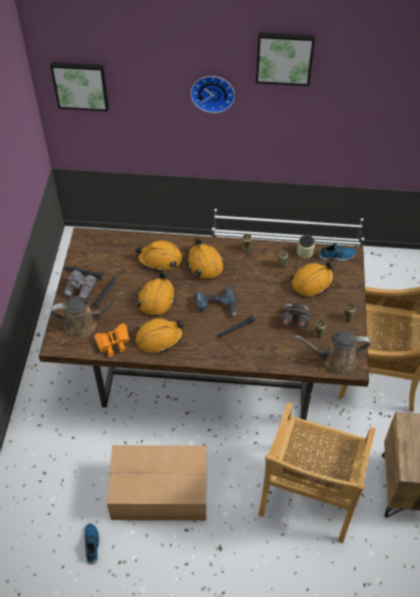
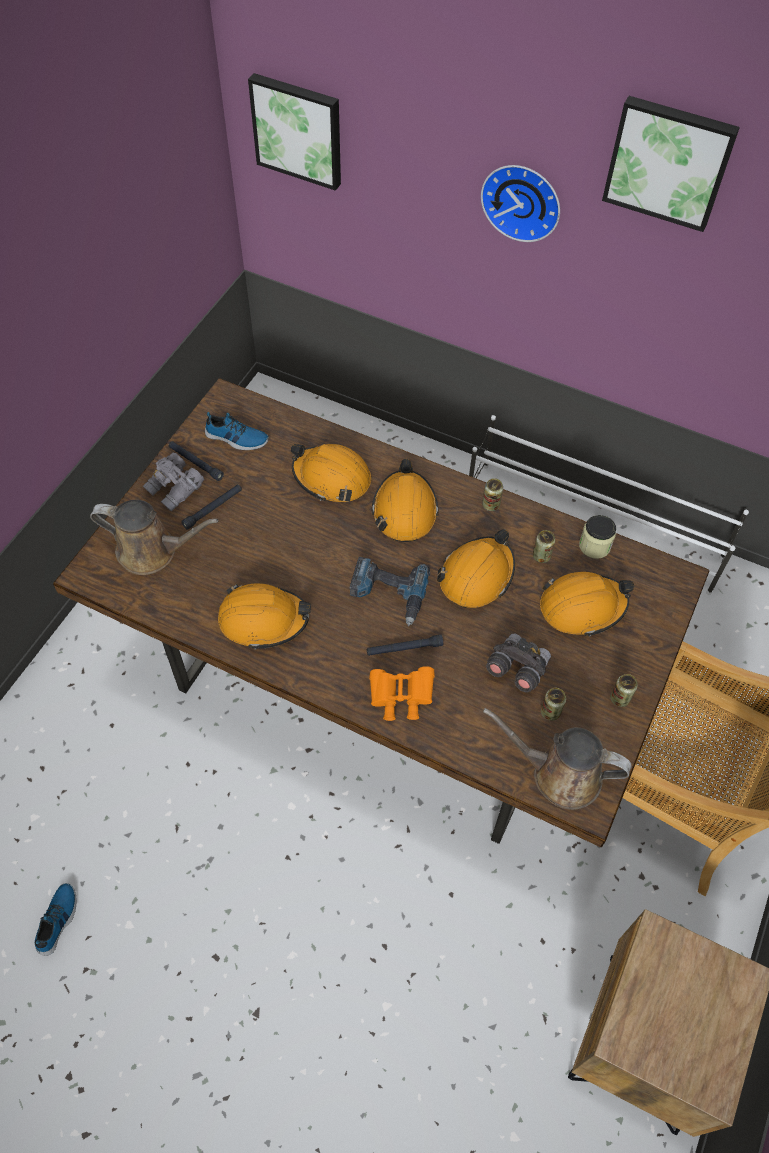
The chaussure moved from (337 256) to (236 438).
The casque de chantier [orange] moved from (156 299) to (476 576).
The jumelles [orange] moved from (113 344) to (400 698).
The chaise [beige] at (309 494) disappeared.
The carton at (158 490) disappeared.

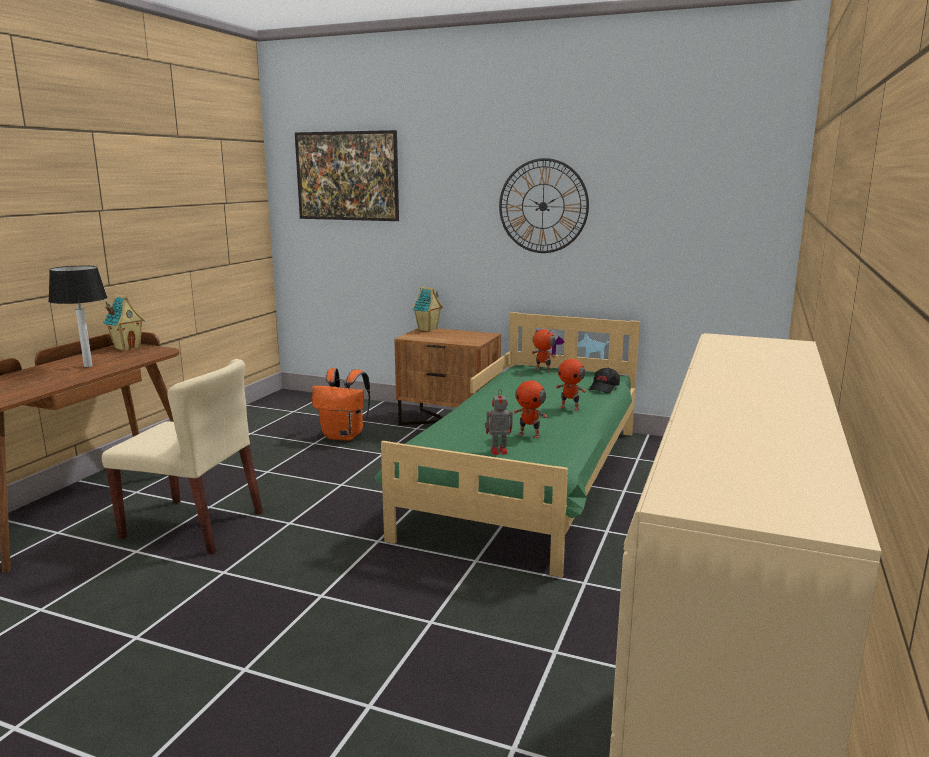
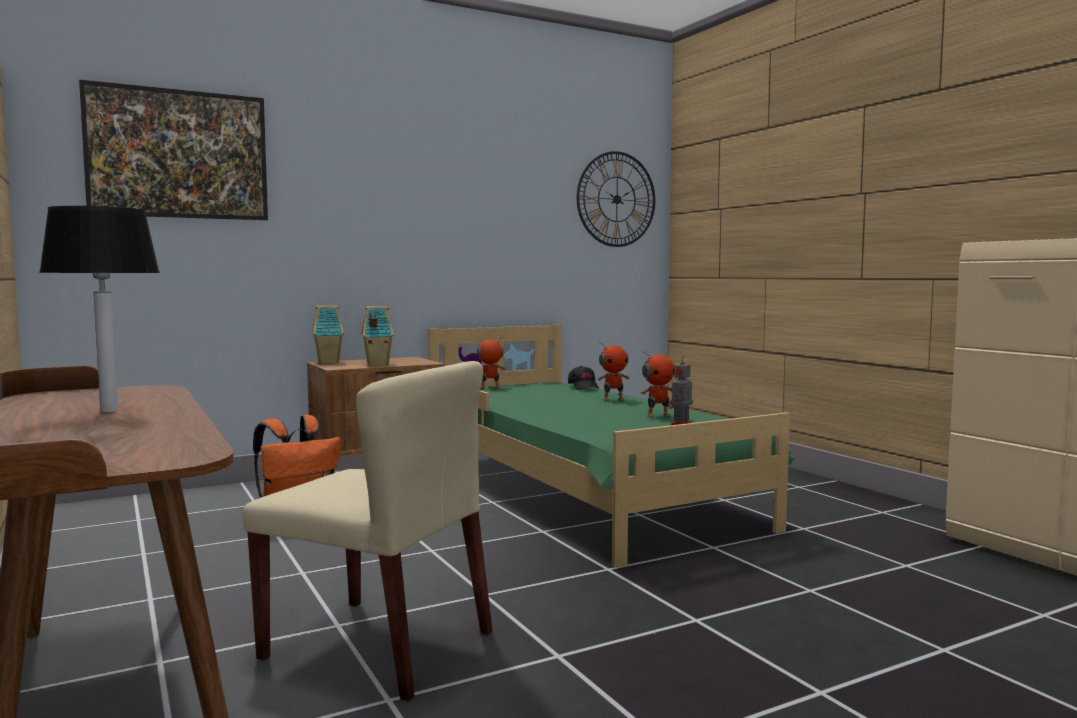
The horloge murale moved from (543 206) to (616 199).
The maison miniature moved from (127 347) to (377 364).
The chaise [beige] at (194 525) turned 60 degrees clockwise.

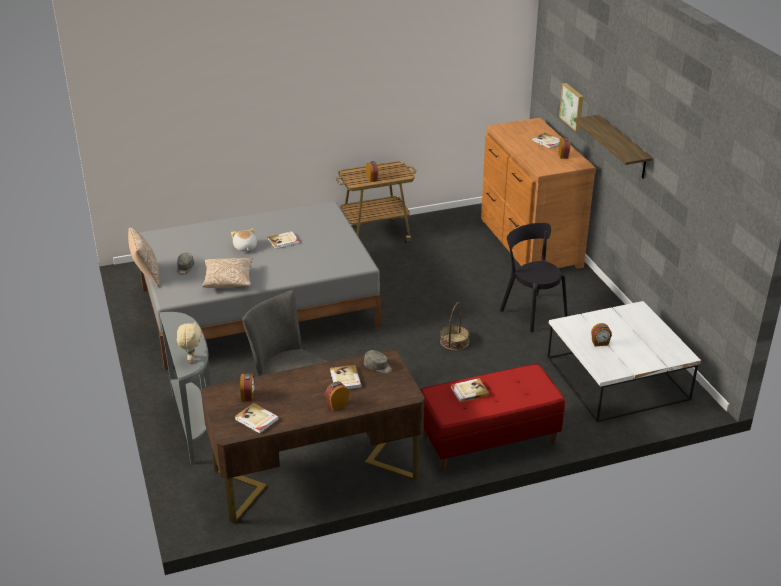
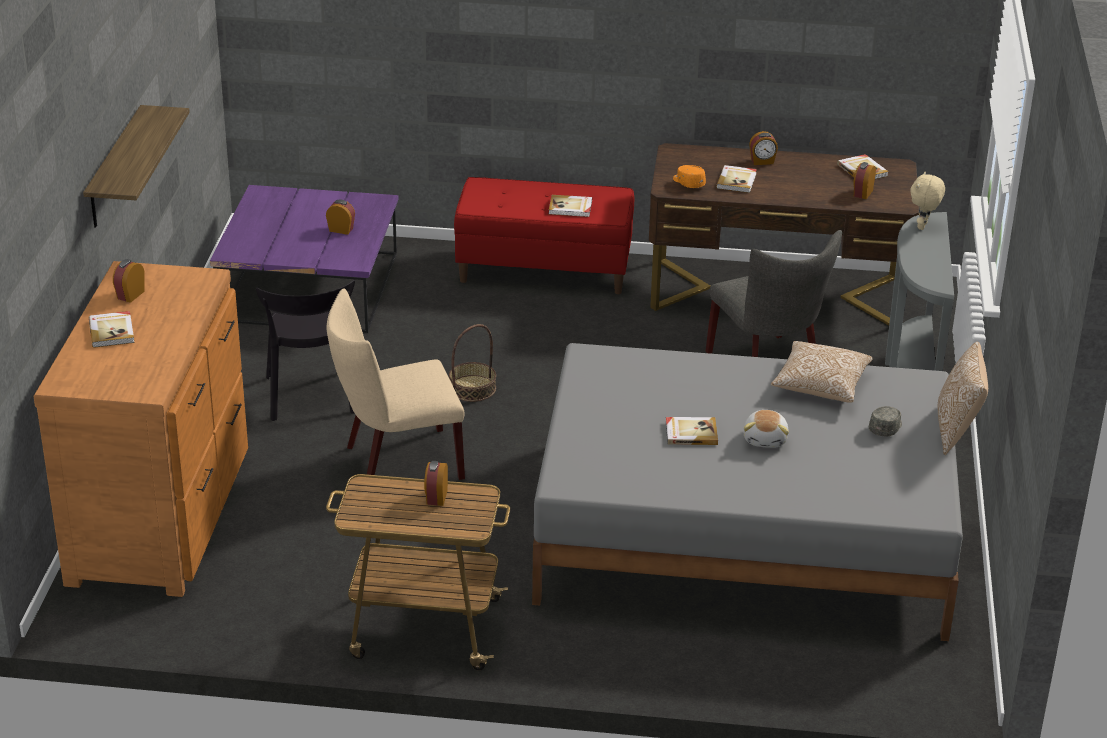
The tableau at (573 106) disappeared.
The table basse [blanc] at (617 377) became the table basse [violet] at (308 287).
The casquette [gris] at (378 367) became the casquette [orange] at (688 183).
The chaise [beige] at (396 462) appeared.

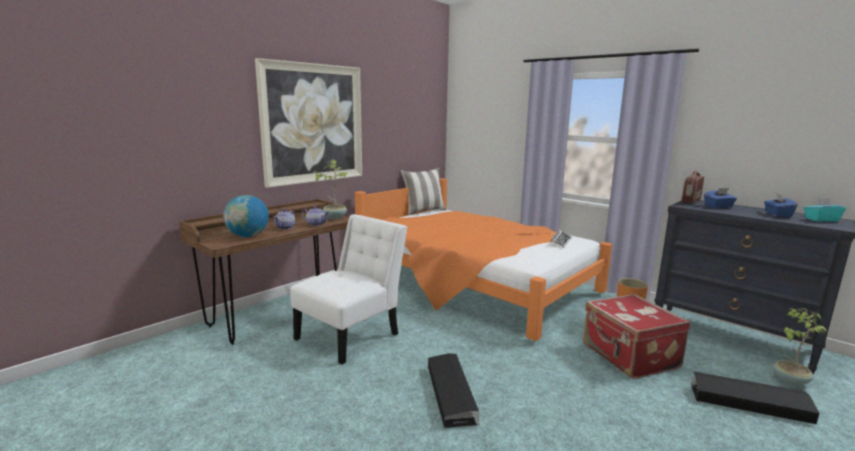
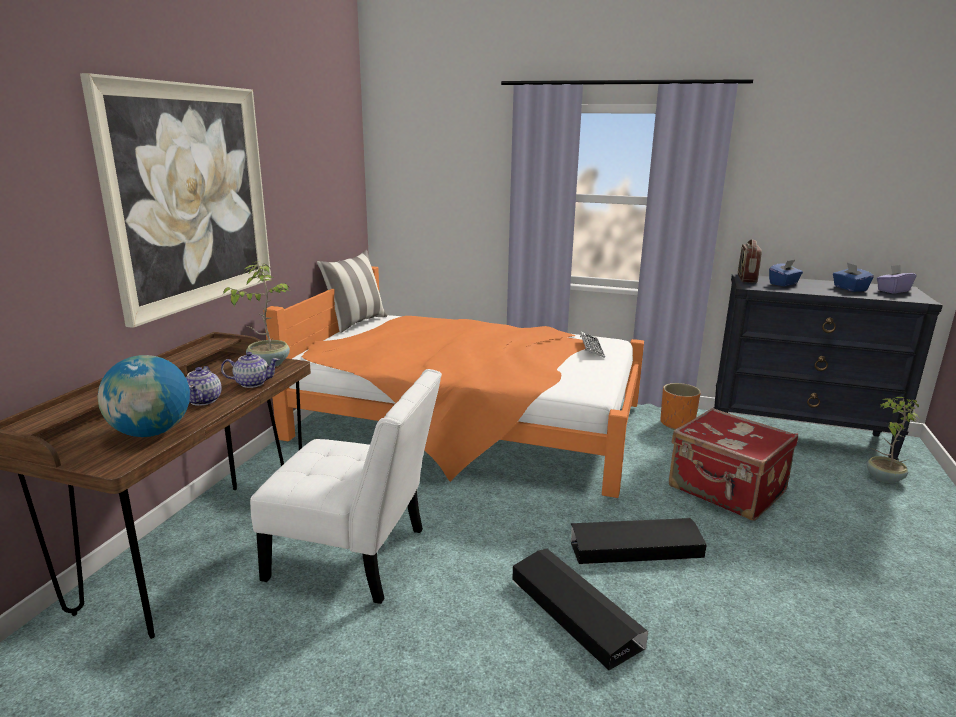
The boîte à mouchoirs [turquoise] at (821 220) became the boîte à mouchoirs [violet] at (892 291).
The chaise [blanc] at (351 334) turned 90 degrees clockwise.
The boîte de rangement [noir] moved from (748 402) to (634 548).

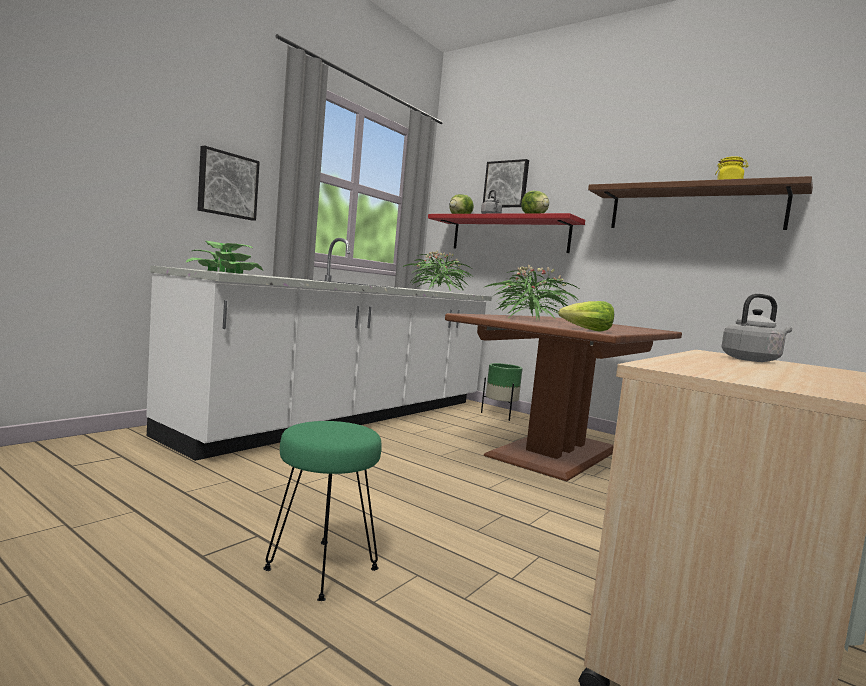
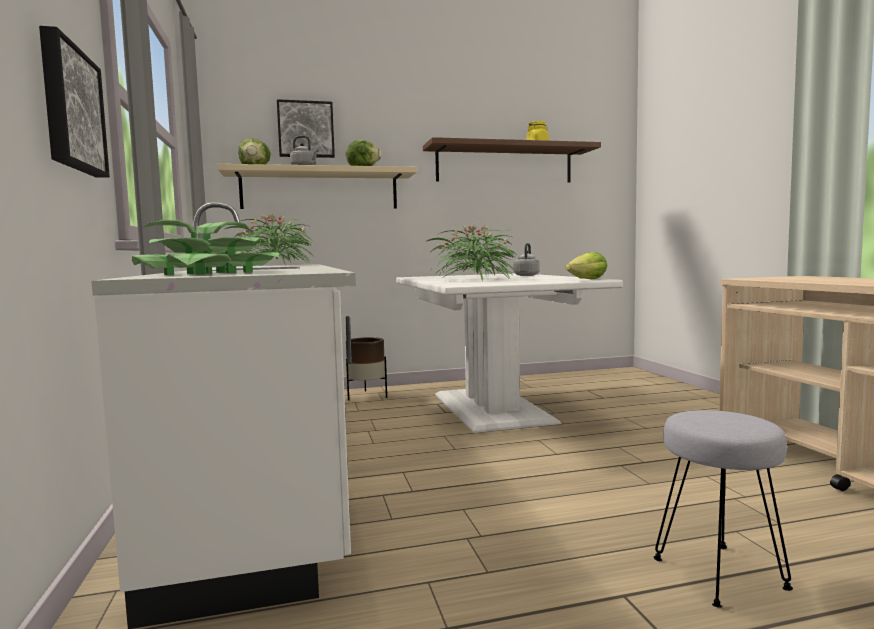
The étagère [rouge] at (509 235) became the étagère [beige] at (320 190).
The bouilloire [gris] moved from (752 360) to (527 275).
The table à manger [marron] at (557 453) became the table à manger [blanc] at (493 407).
The cache-pot [vert] at (500 415) became the cache-pot [marron] at (367 396).
The tabouret [vert] at (321 568) became the tabouret [gris] at (717 574).

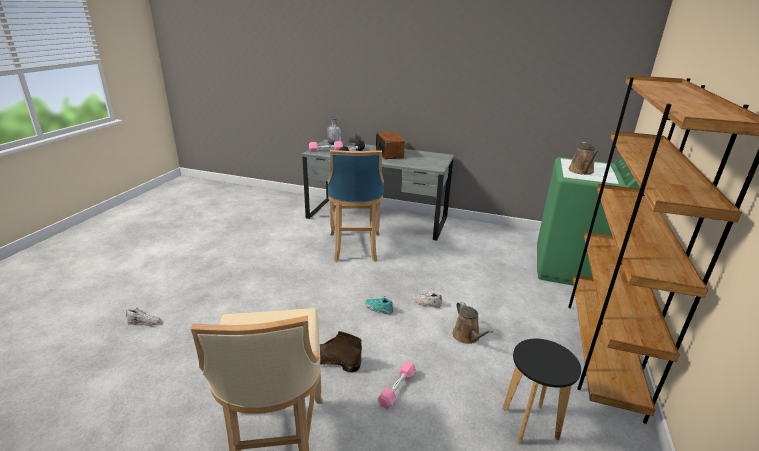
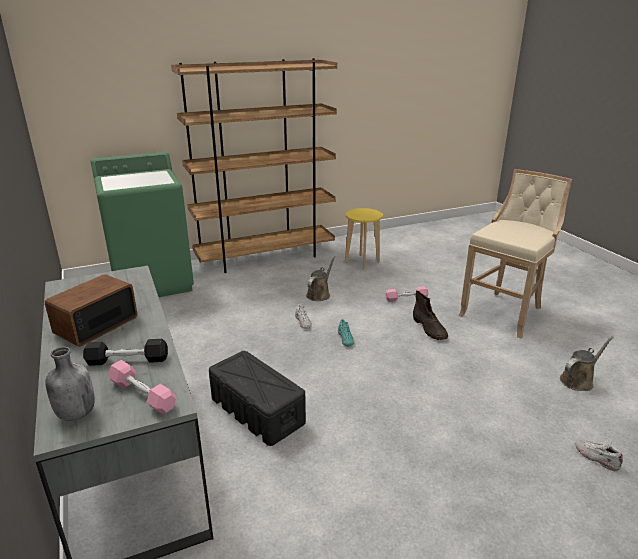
The arrosoir [marron] moved from (581 171) to (578 380).
The tabouret [bleu] at (355 248) was replaced by the boîte de rangement [noir] at (258 411).
The tabouret [noir] at (530 424) became the tabouret [jaune] at (362 262).

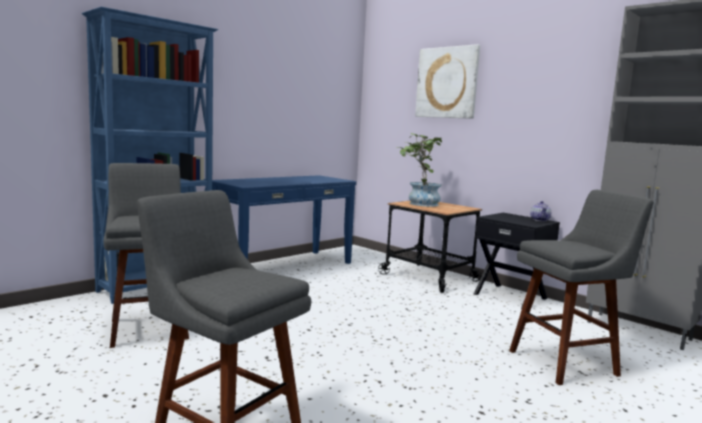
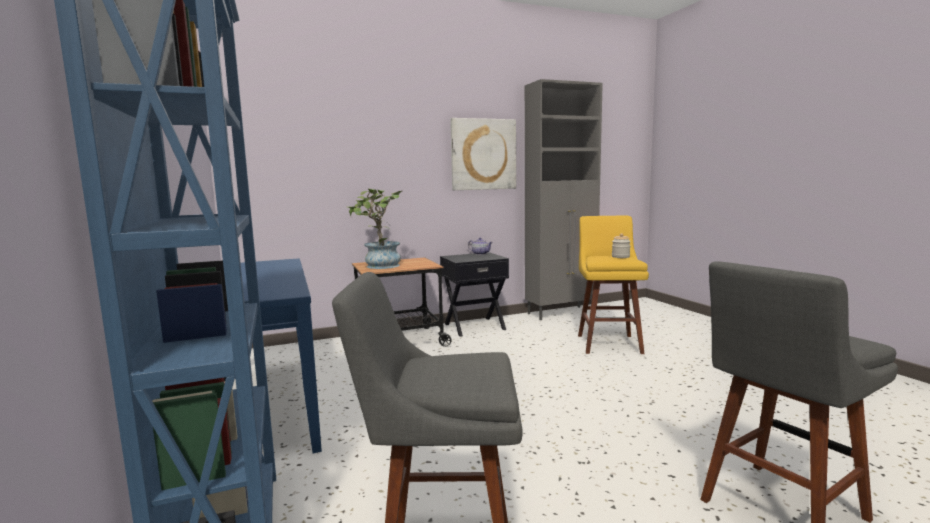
The tableau moved from (447 83) to (483 154).
The tabouret [gris] at (567 362) became the tabouret [jaune] at (608 343).
The bocal at (620 257) appeared.

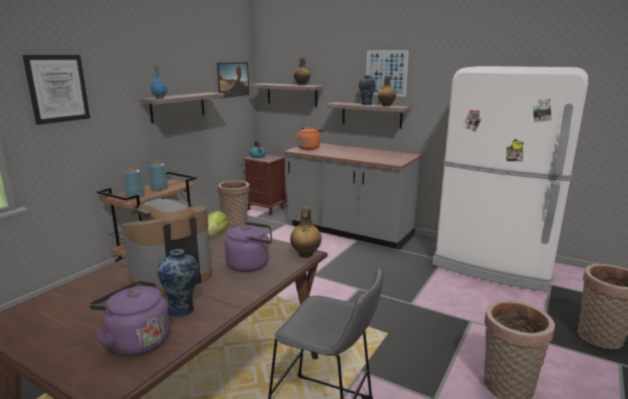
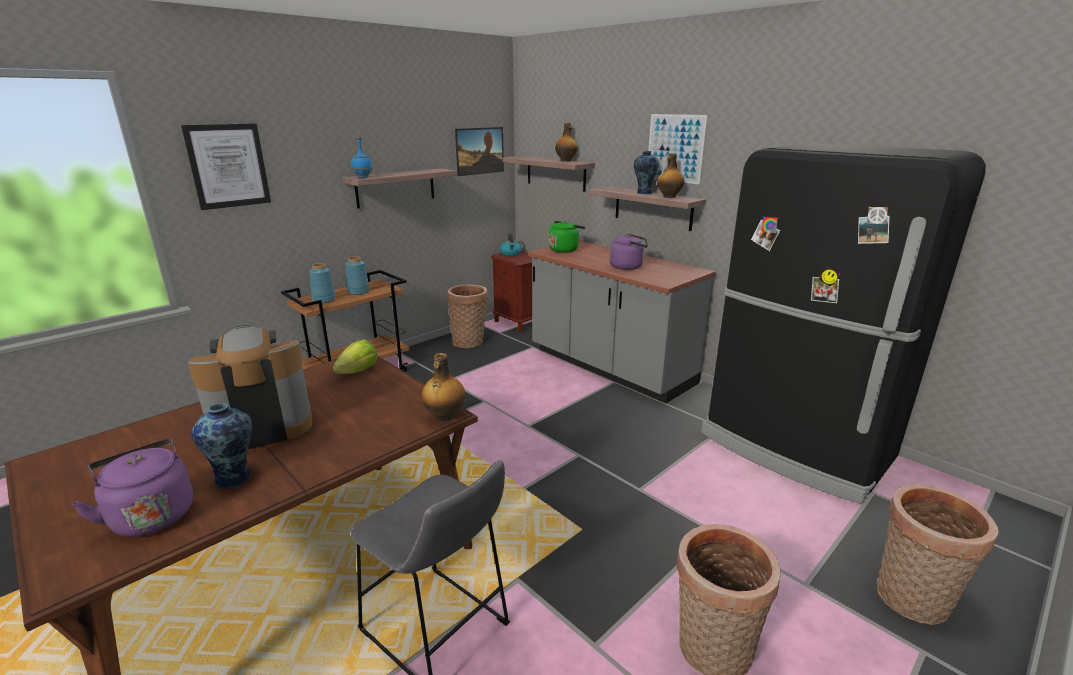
The réfrigérateur [blanc] at (493 265) became the réfrigérateur [noir] at (795 447).
The bouilloire [orange] at (309 148) became the bouilloire [vert] at (564 250).
The bouilloire [violet] moved from (251 265) to (628 267).

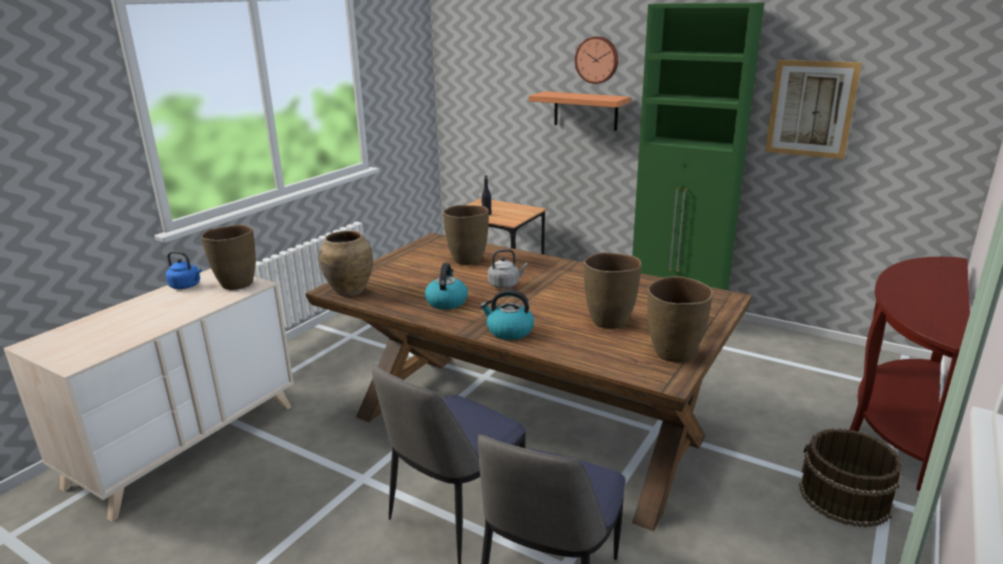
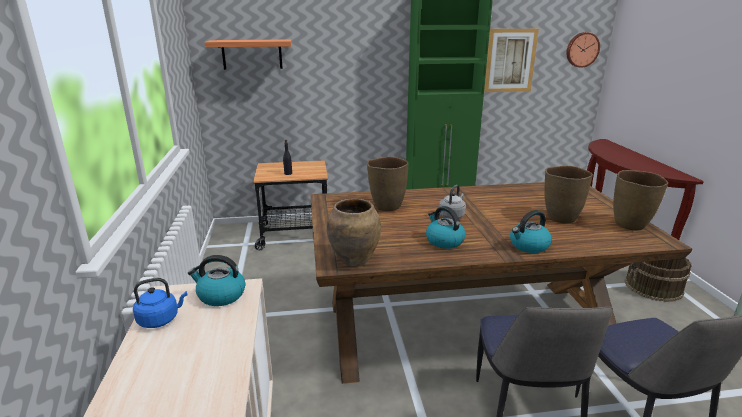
The horloge murale moved from (597 60) to (582 49).
The étagère moved from (585 110) to (252 54).
The vase [marron] at (236 284) was replaced by the bouilloire at (220 295).

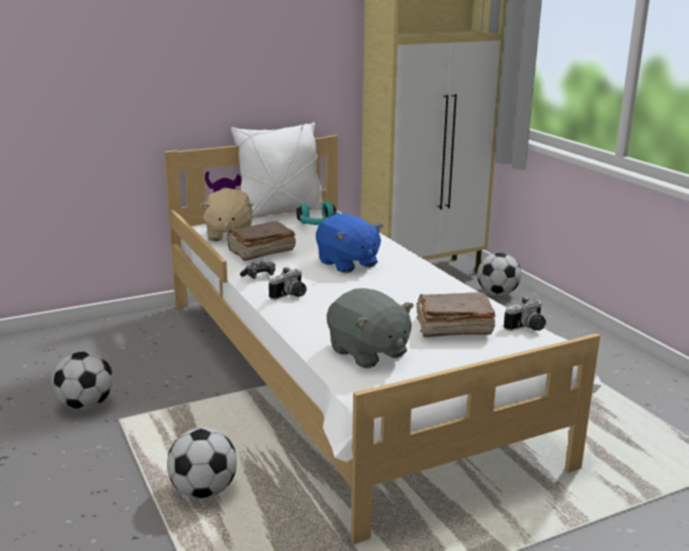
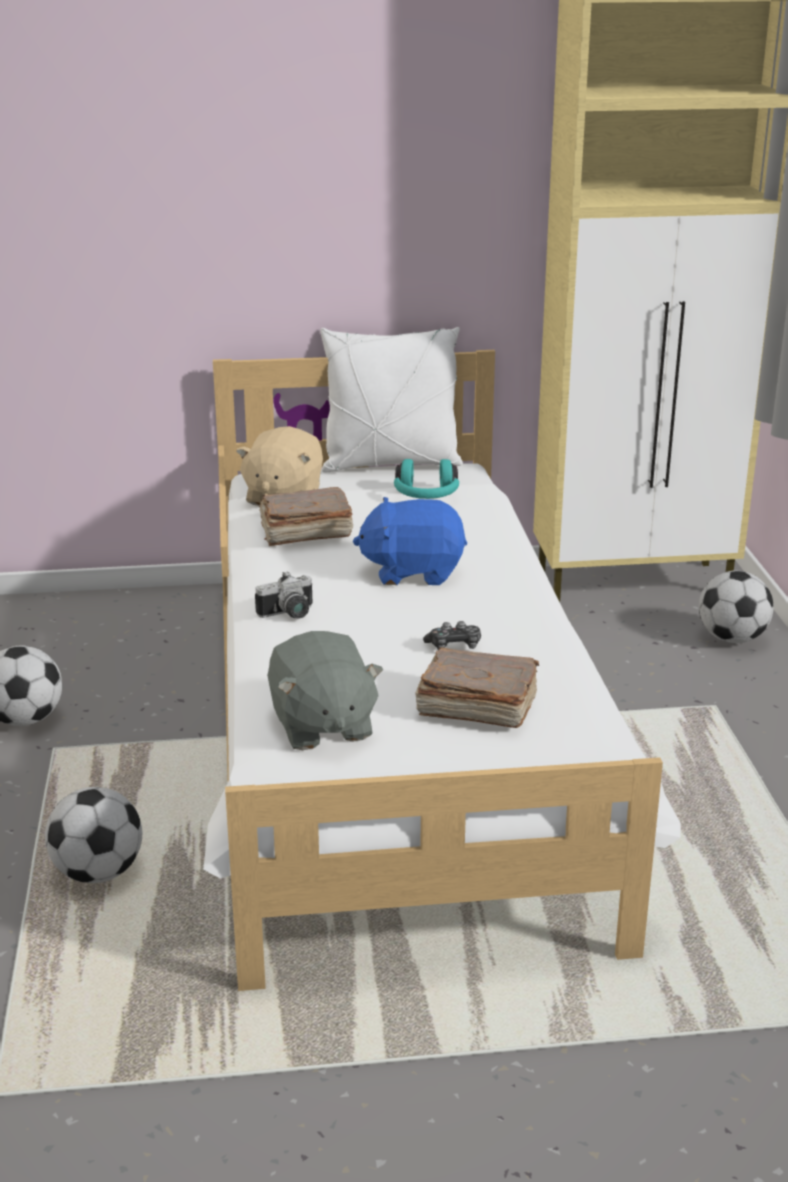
The peluche [bleu] at (347 263) turned 105 degrees clockwise.
The manette moved from (259 276) to (454 646).
The appareil photo at (527 328) disappeared.

